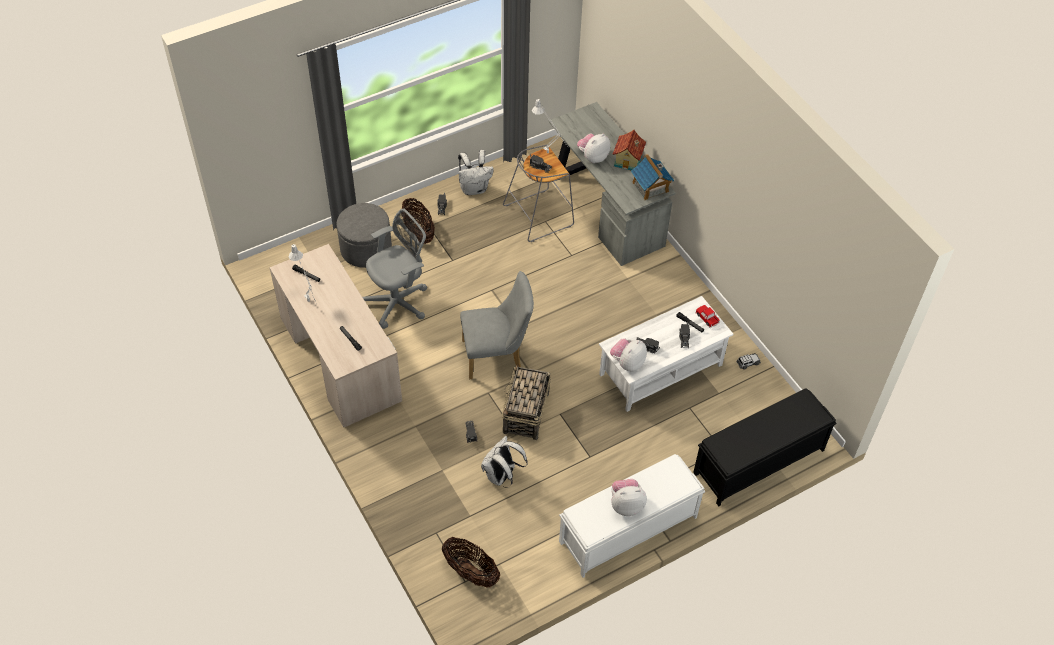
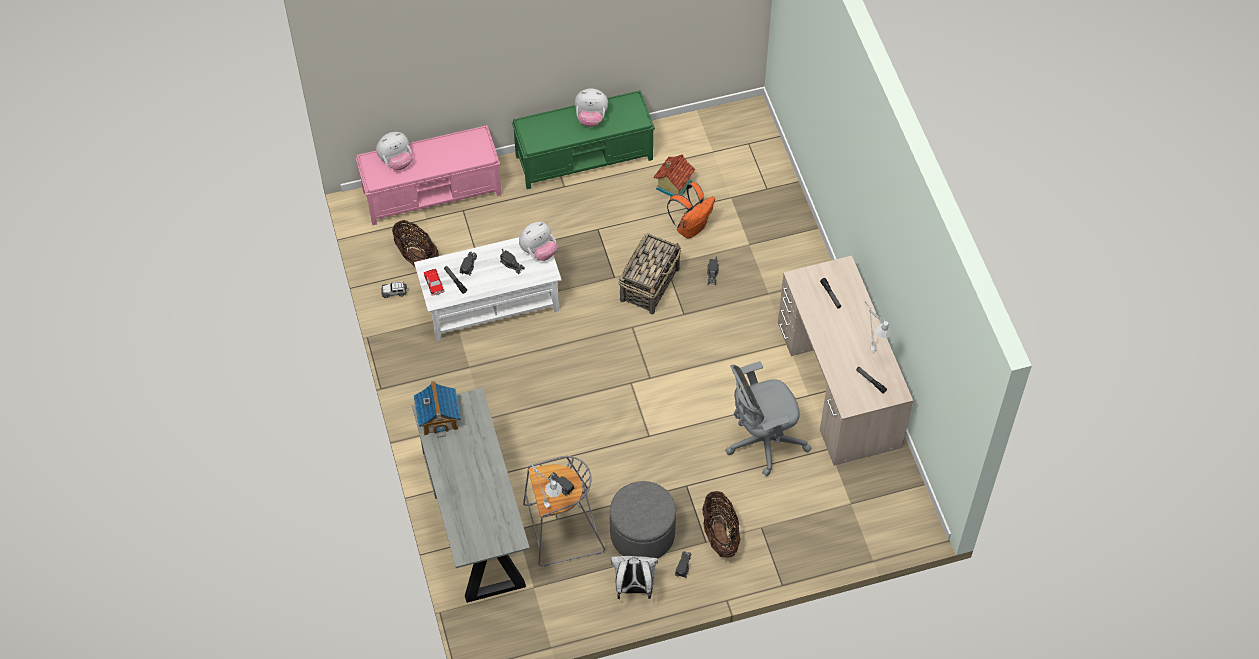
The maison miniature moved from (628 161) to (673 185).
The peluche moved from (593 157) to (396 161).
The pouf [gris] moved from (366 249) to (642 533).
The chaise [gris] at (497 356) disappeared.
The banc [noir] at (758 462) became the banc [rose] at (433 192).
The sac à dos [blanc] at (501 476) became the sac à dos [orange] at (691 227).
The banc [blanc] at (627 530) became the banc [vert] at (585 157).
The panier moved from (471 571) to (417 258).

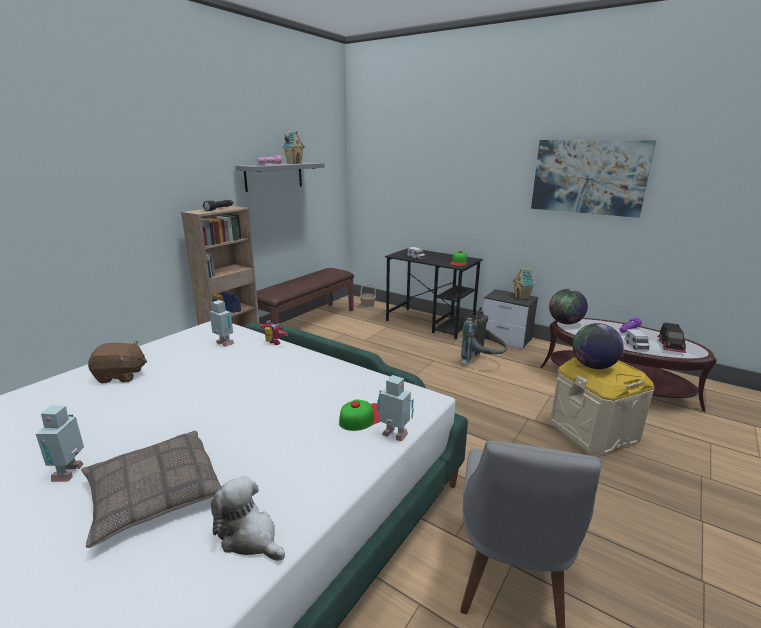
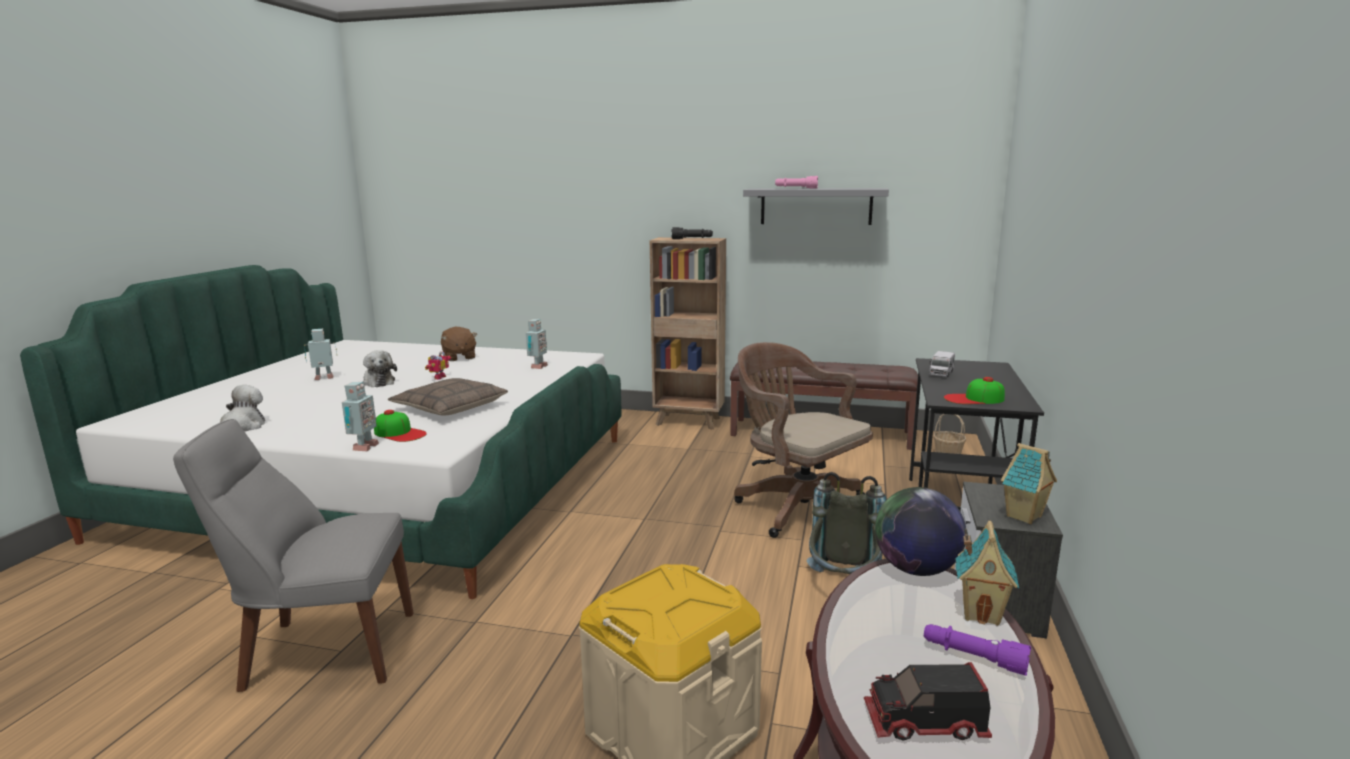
The maison miniature moved from (294 163) to (981 613).
The tableau at (588 177) disappeared.
The robot jouet moved from (272 343) to (437 377).
The globe at (593 366) disappeared.
The camion jouet at (636 346) disappeared.
The coussin moved from (153 494) to (449 407).
The chaise de bureau [marron] at (797 508) appeared.
The peluche at (378 382) appeared.

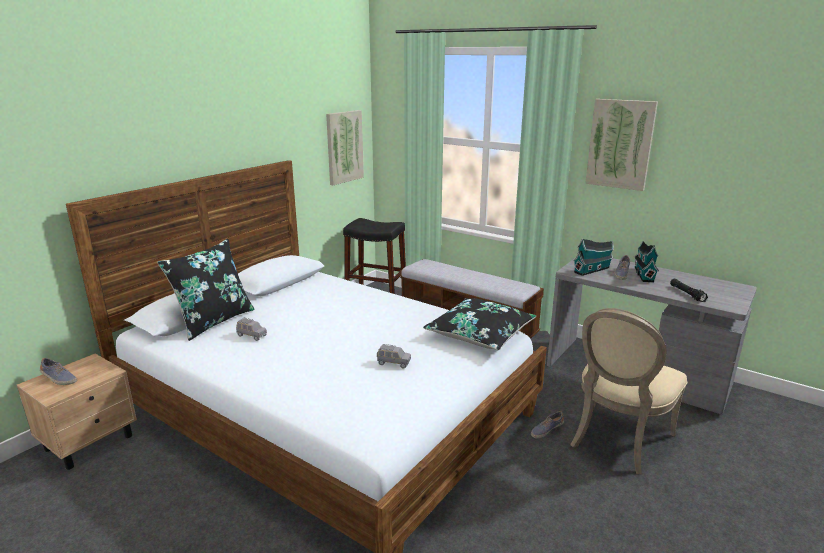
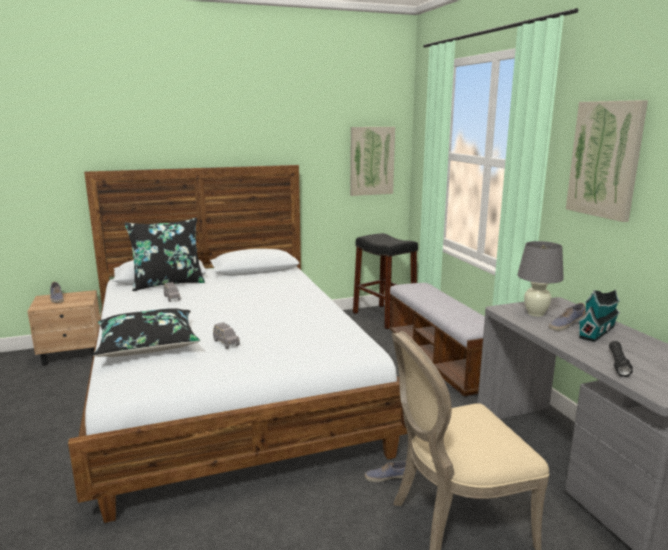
The maison miniature at (593 270) was replaced by the lampe de table [gris] at (536 314).
The coussin [noir] moved from (480 333) to (148 344).

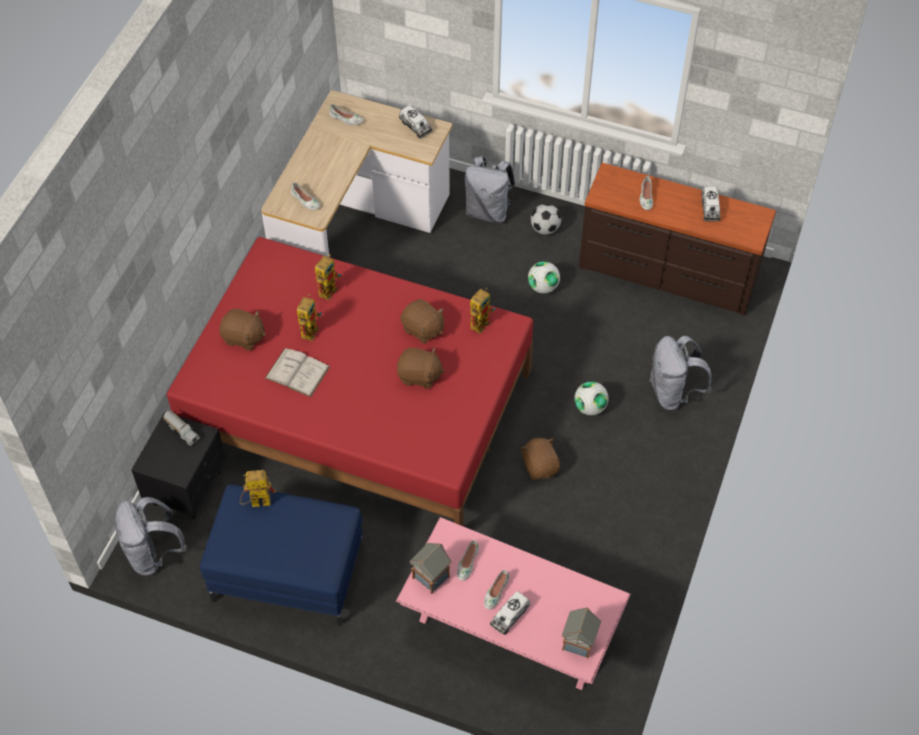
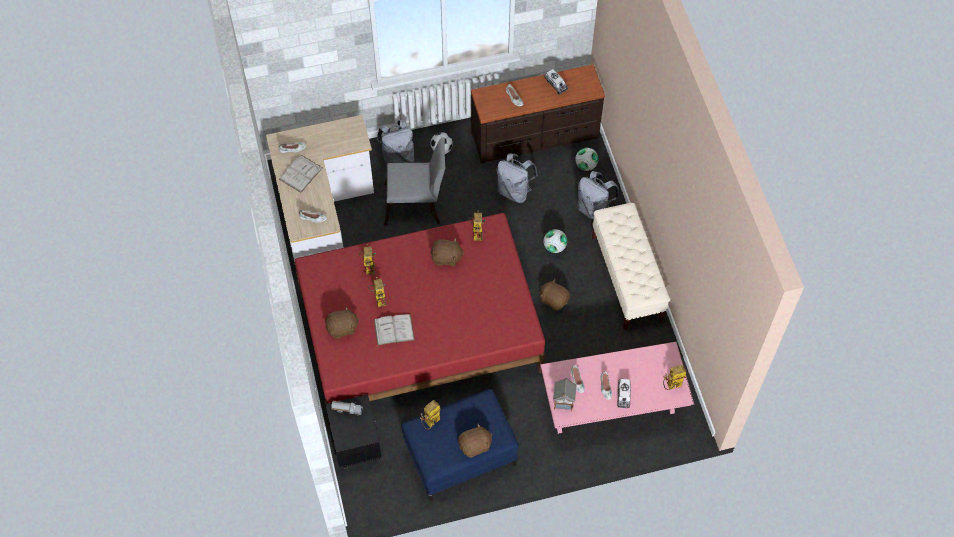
The camion jouet at (415 126) disappeared.
The ballon de foot moved from (543 287) to (586 165).
The peluche [marron] moved from (419 376) to (475 445).
The sac à dos [gris] moved from (153 554) to (514 191).
The maison miniature at (579 643) was replaced by the robot jouet at (671 386).
The chaise [gris] at (417 204) appeared.
The livre [blanc] at (301 173) appeared.
The banc [beige] at (626 279) appeared.

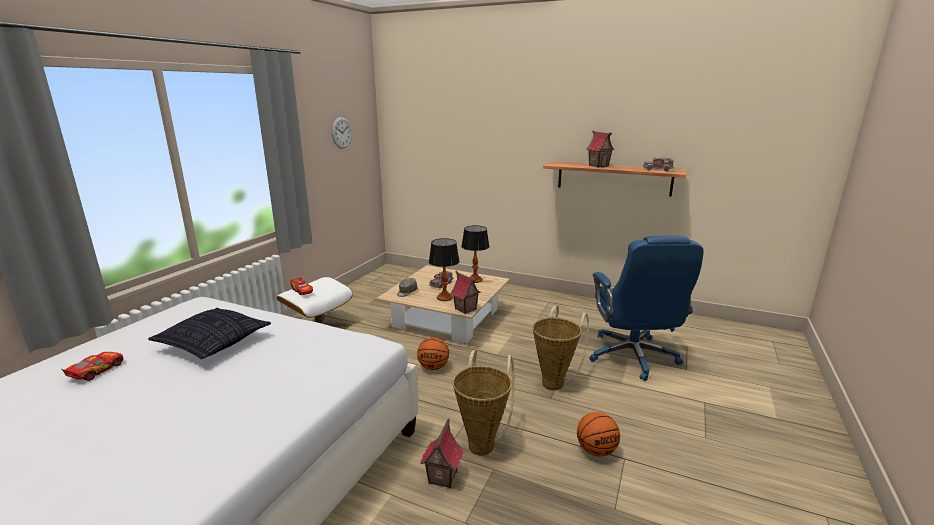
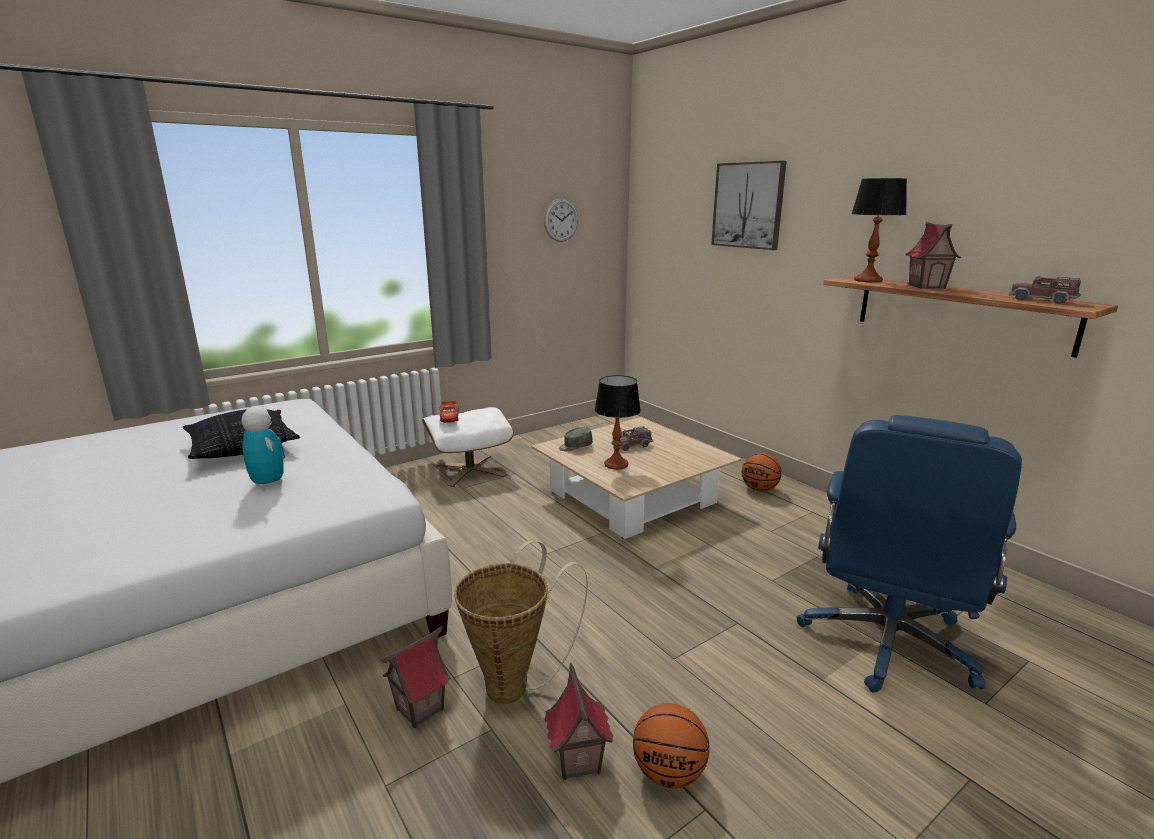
The lampe de table moved from (475 280) to (868 280).
The maison miniature moved from (465 309) to (577 761).
The panier at (555 382) disappeared.
The ballon de basket moved from (433 367) to (759 489).
The petite voiture at (96 371) disappeared.
The tableau at (748 205) appeared.
The robot jouet at (268 484) appeared.

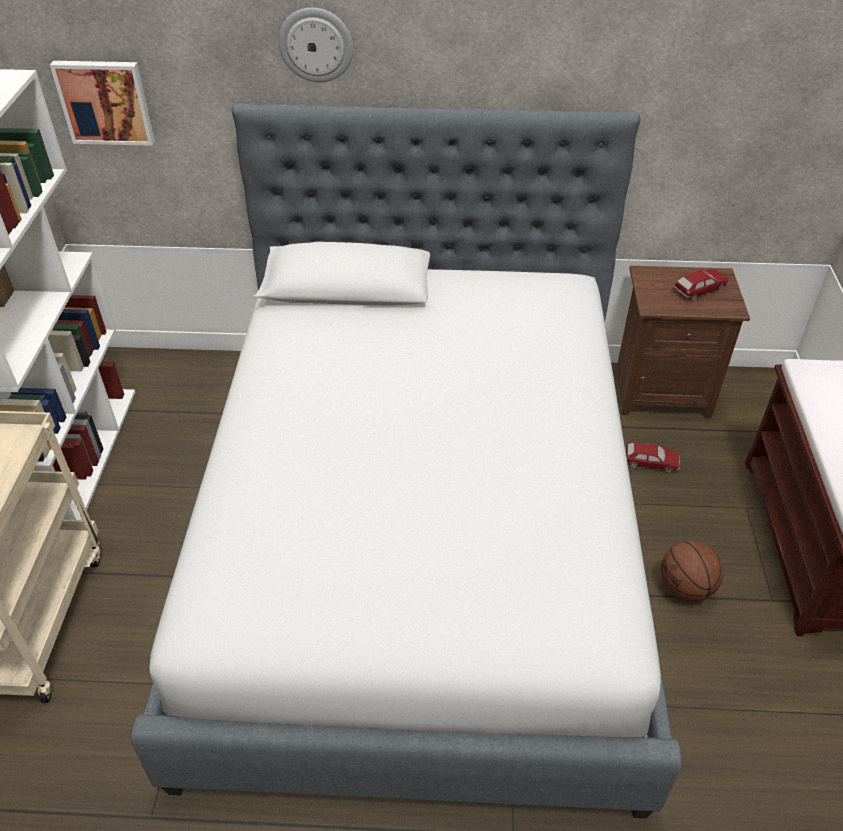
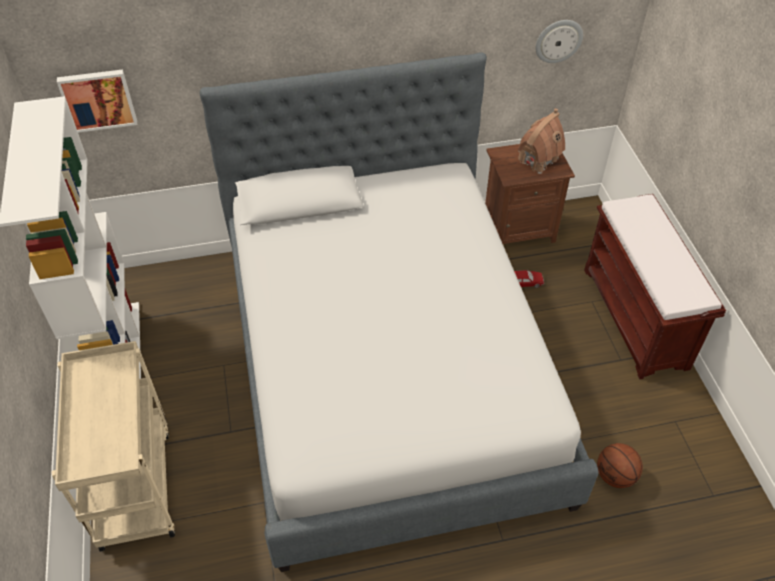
The horloge murale moved from (316 44) to (558 40).
The petite voiture at (699 289) was replaced by the maison miniature at (537 159).
The ballon de basket moved from (686 588) to (615 476).

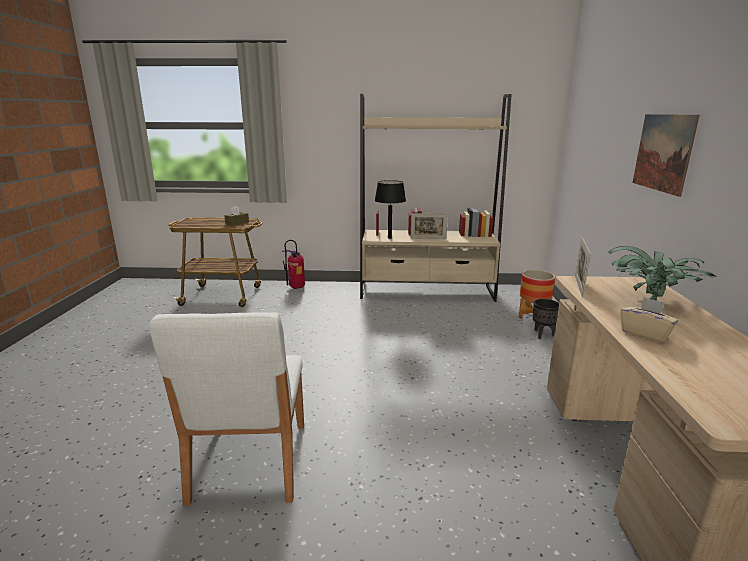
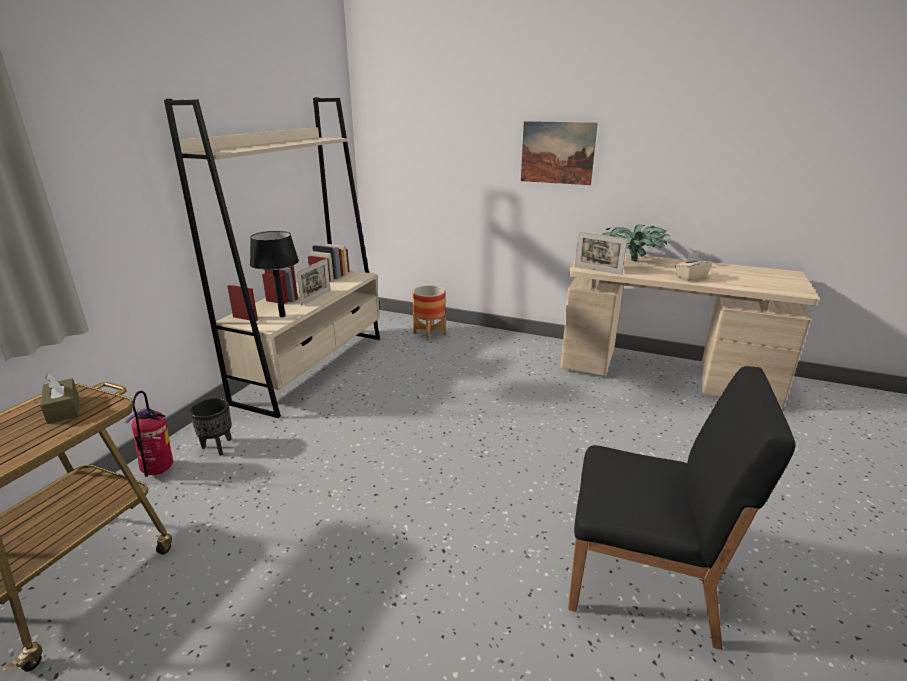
The cache-pot [noir] moved from (542 334) to (217 447).
The chaise [blanc] at (249 462) became the chaise [noir] at (644 580).

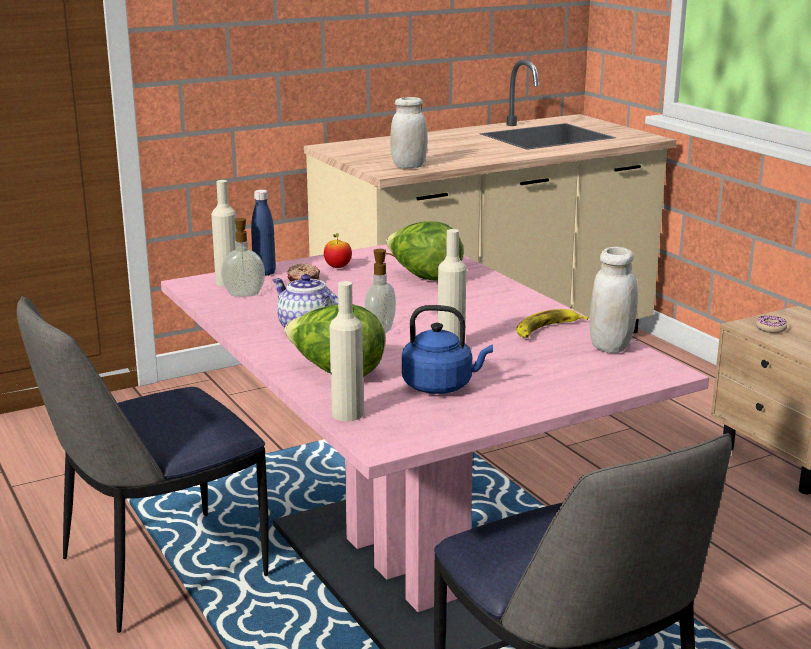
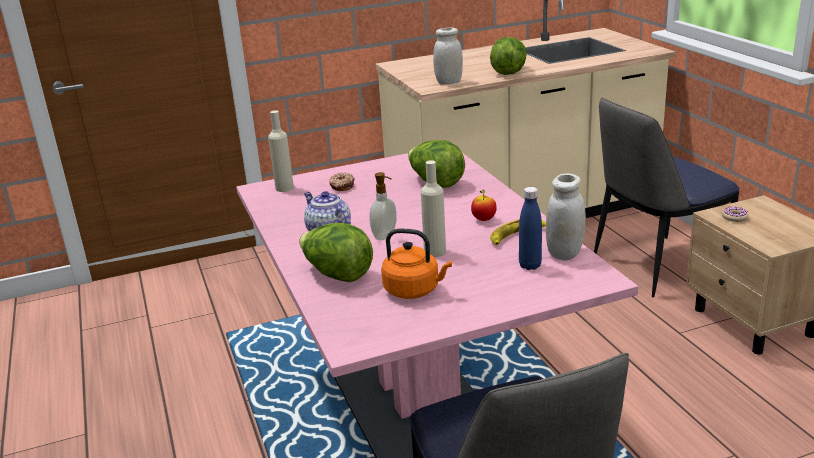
The bouteille [bleu] moved from (264 273) to (530 265).
The distributeur de savon at (244 294) disappeared.
The pomme moved from (338 267) to (484 219).
The bouteille [beige] at (347 414) disappeared.
The chaise moved from (157 571) to (655 266).
The bouilloire [bleu] at (441 386) became the bouilloire [orange] at (414 290).
The laitue at (508 72) appeared.

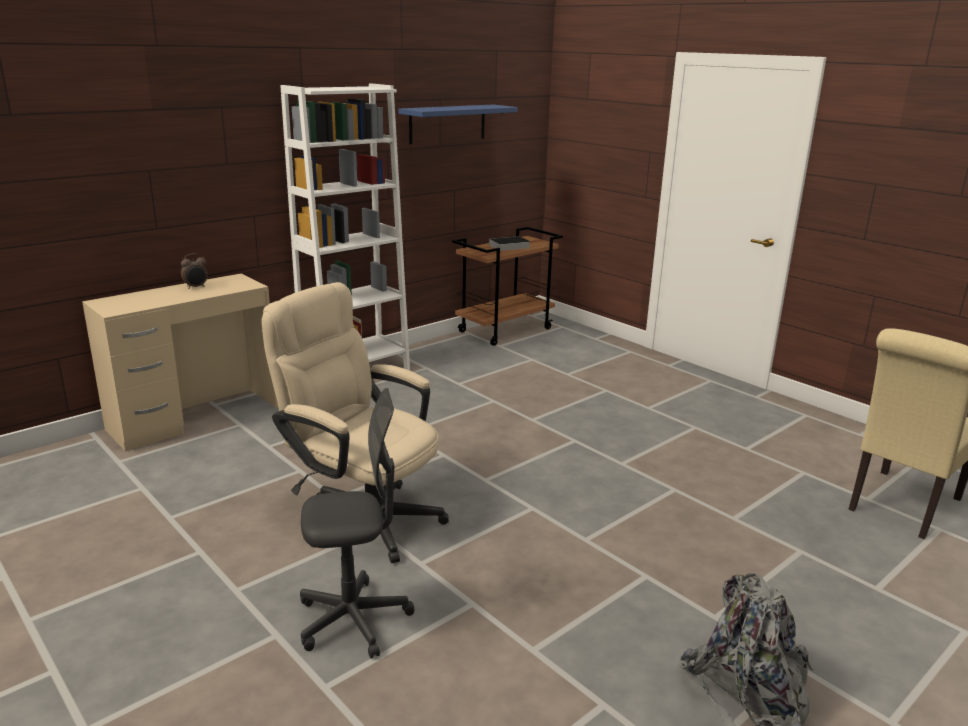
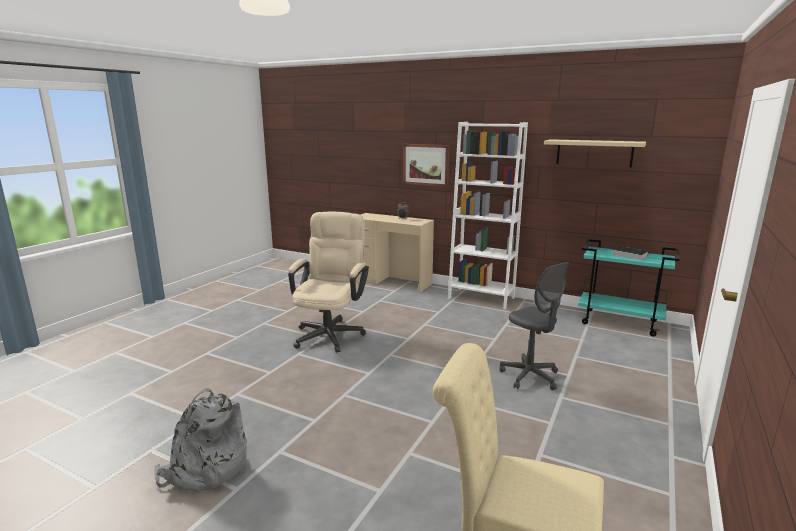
The étagère [bleu] at (447 123) became the étagère [beige] at (594 153).
The chariot [marron] at (505 330) became the chariot [turquoise] at (620 322).
The chaise de bureau [gris] moved from (353 620) to (530 376).
The tableau at (426 164) appeared.

